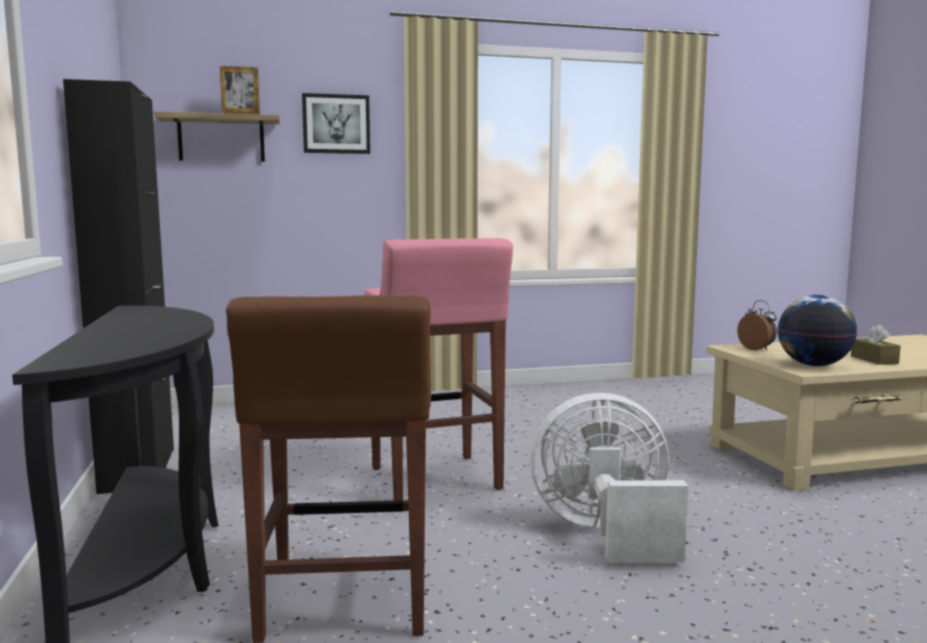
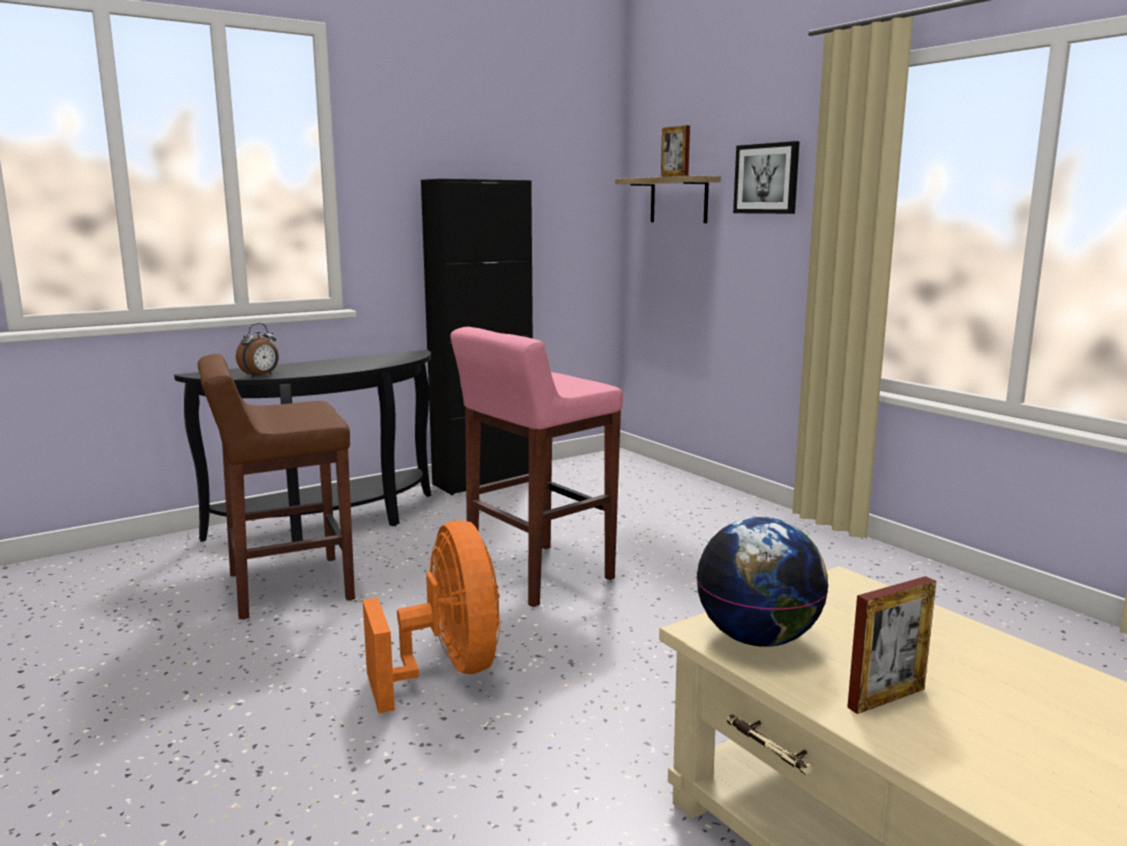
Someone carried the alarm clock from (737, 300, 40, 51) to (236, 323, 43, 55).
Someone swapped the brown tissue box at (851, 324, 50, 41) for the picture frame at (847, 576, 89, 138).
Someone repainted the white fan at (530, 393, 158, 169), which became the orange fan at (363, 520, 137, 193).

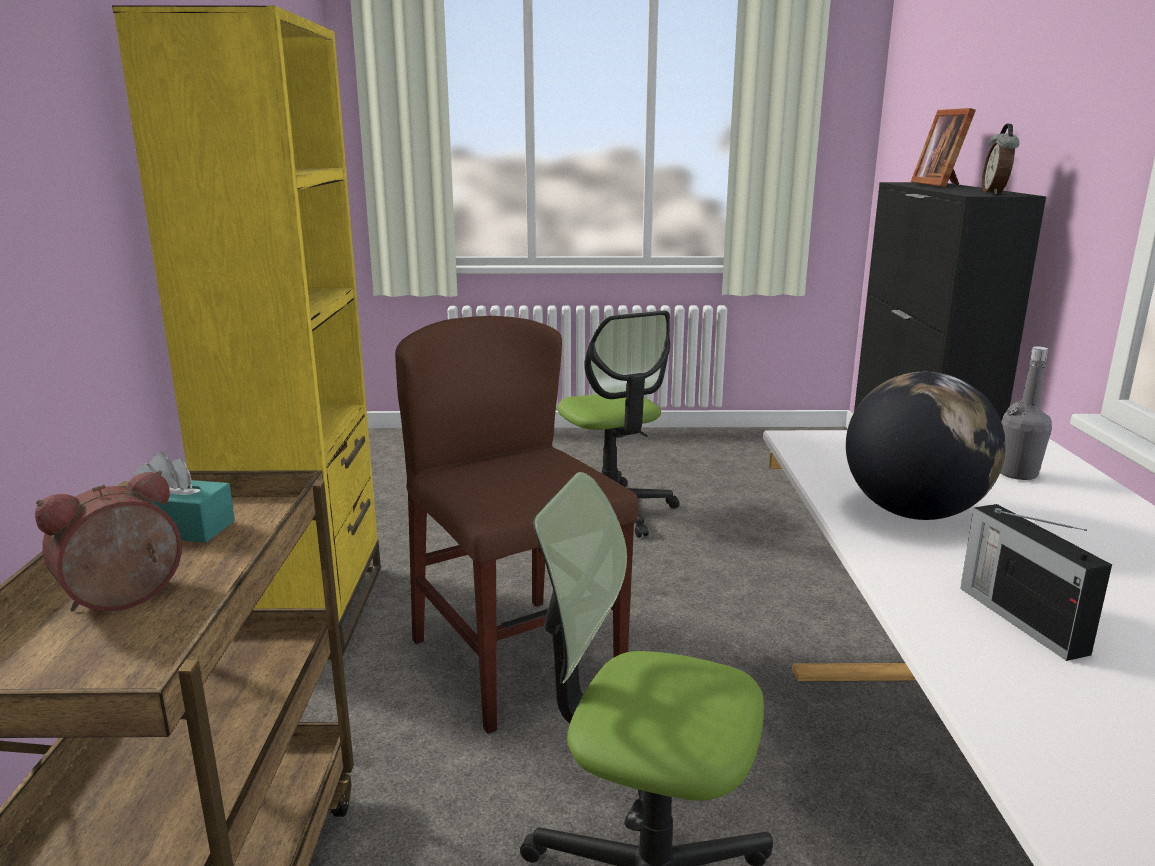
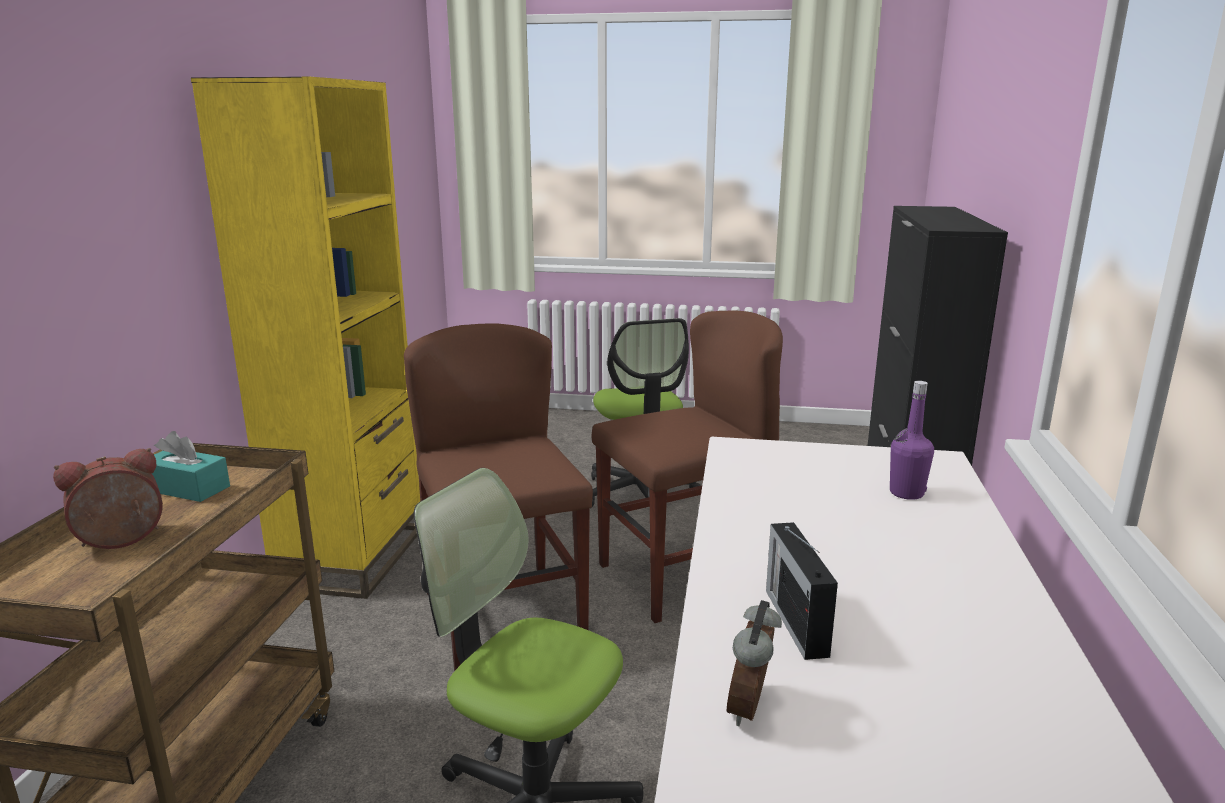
Someone took away the globe at (846, 372, 160, 148).
Someone took away the picture frame at (911, 108, 65, 79).
Someone put down the brown chair at (592, 311, 191, 312).
Someone carried the alarm clock from (982, 123, 37, 72) to (727, 600, 55, 126).
Someone repainted the grey bottle at (1000, 346, 52, 134), which became the purple bottle at (890, 381, 44, 119).

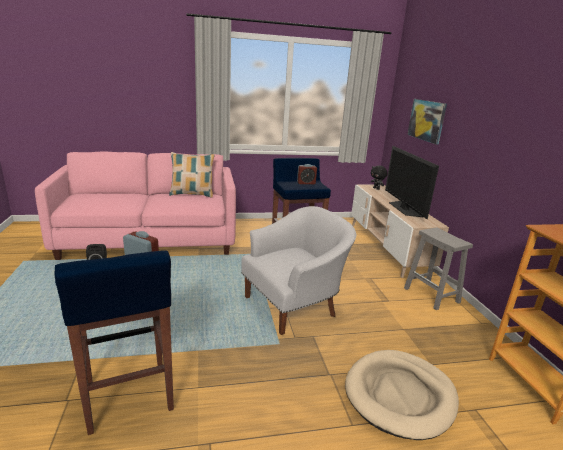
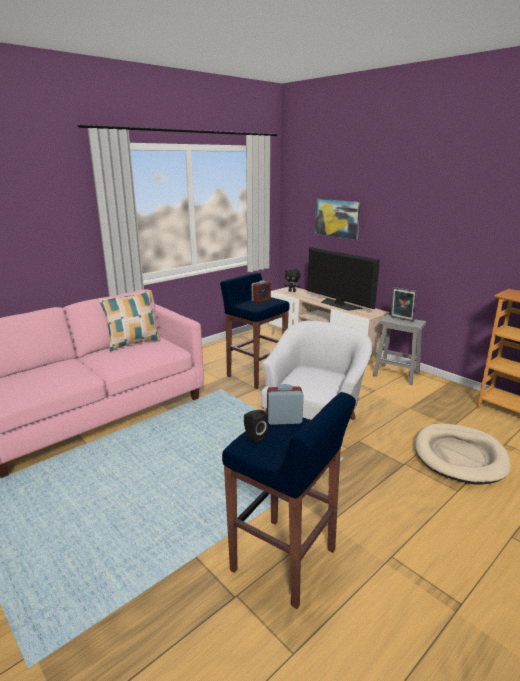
Someone put down the picture frame at (390, 287, 27, 34).

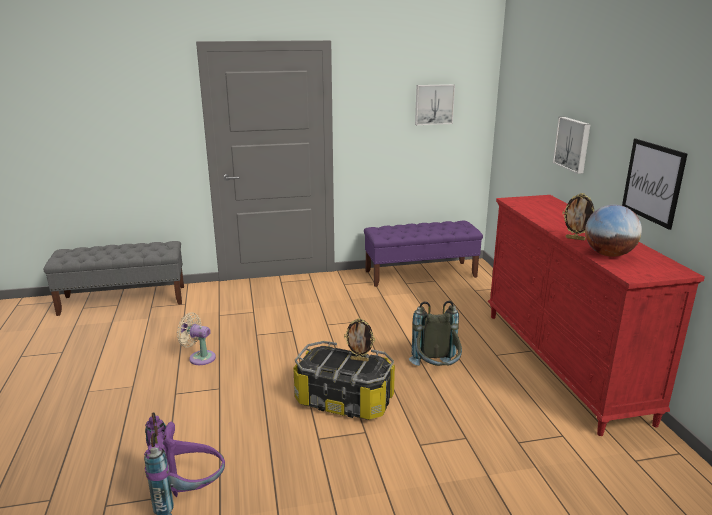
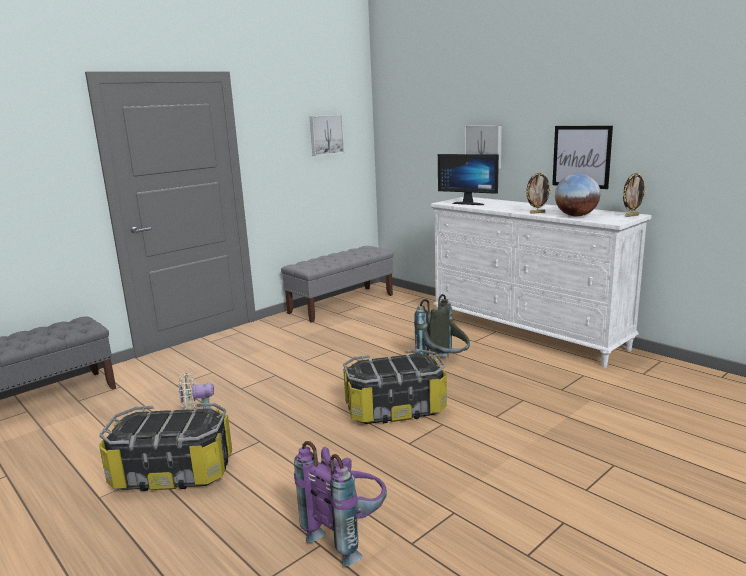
Someone put down the storage box at (99, 403, 133, 88).
Someone put down the monitor at (438, 154, 61, 51).
Someone carried the picture frame from (344, 318, 31, 43) to (623, 172, 23, 45).
Someone repainted the purple bench at (364, 220, 119, 67), which became the grey bench at (281, 246, 113, 77).
Someone repainted the red dresser at (488, 195, 217, 241), which became the white dresser at (431, 197, 221, 171).

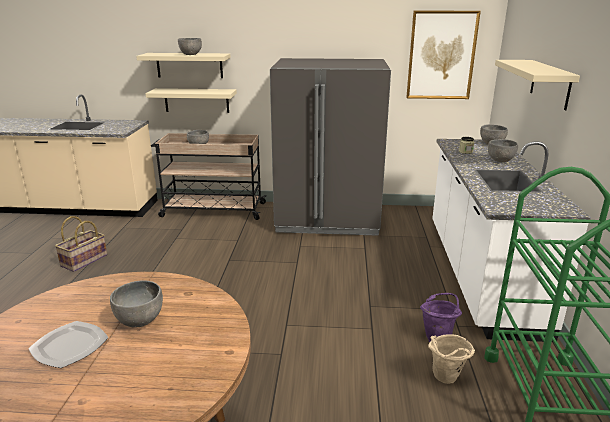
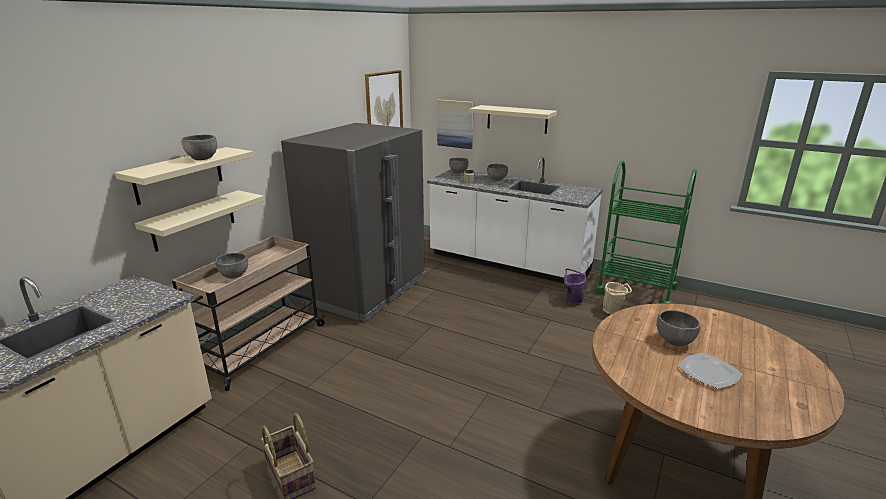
Someone put up the picture at (437, 100, 37, 49).

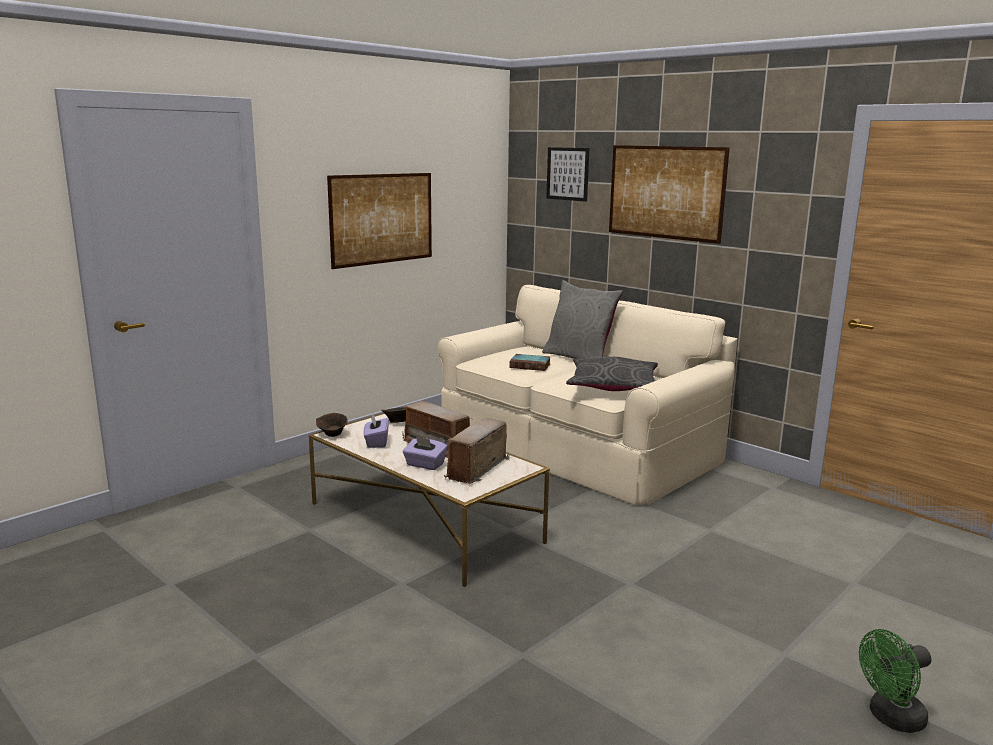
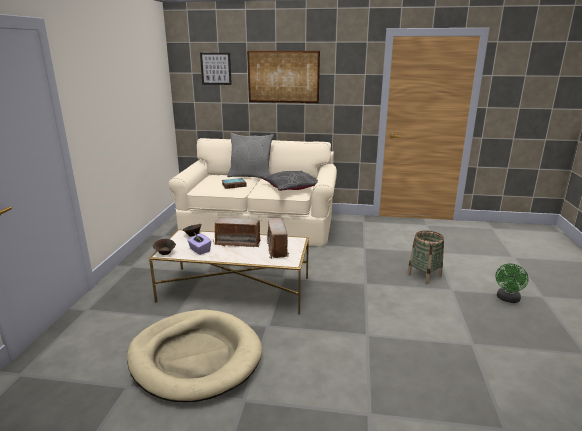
Someone took away the picture at (327, 173, 105, 96).
Someone took away the purple tissue box at (403, 436, 45, 34).
Someone put down the beige dog bed at (127, 309, 135, 93).
Someone put down the basket at (407, 231, 37, 53).

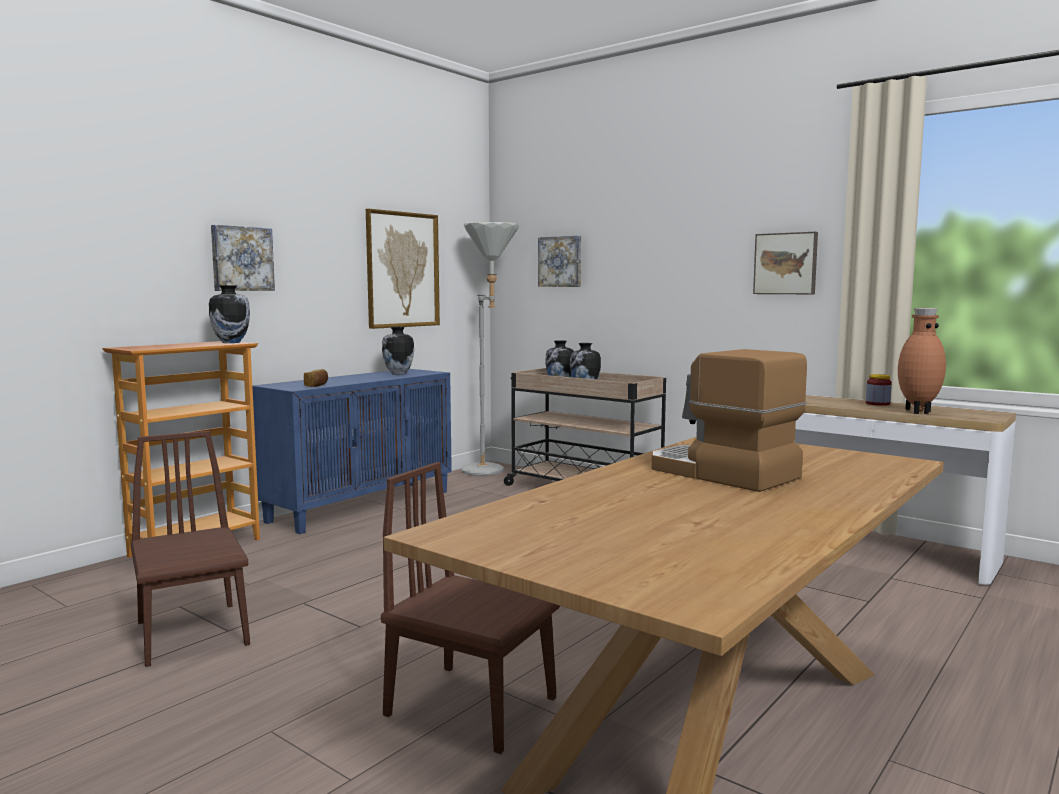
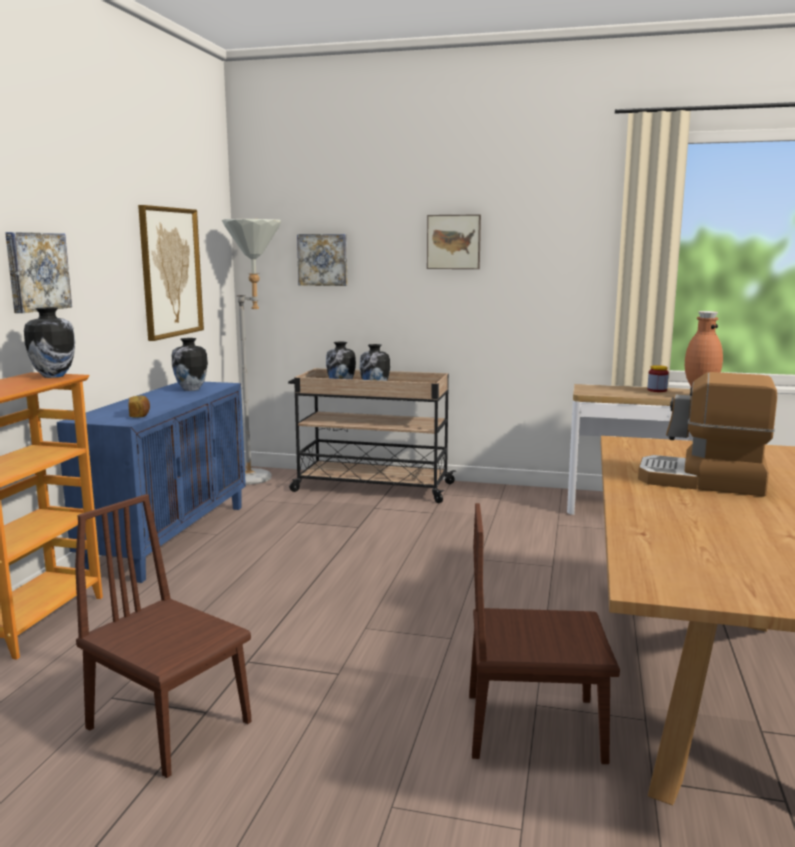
Someone carried the picture from (753, 232, 65, 62) to (427, 214, 54, 55).

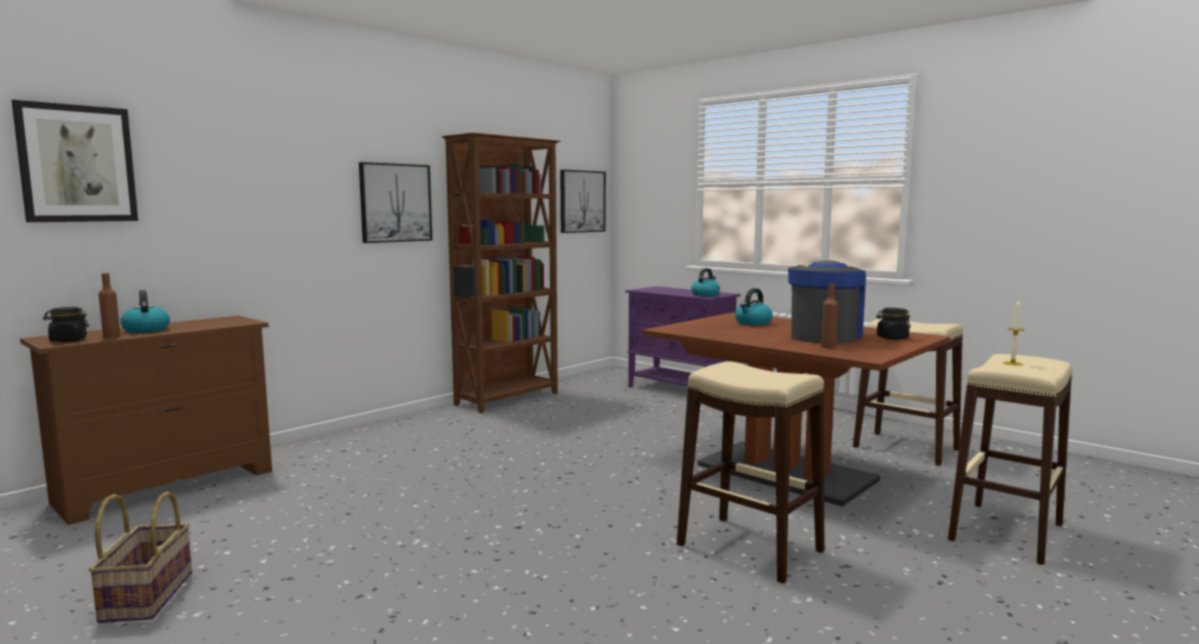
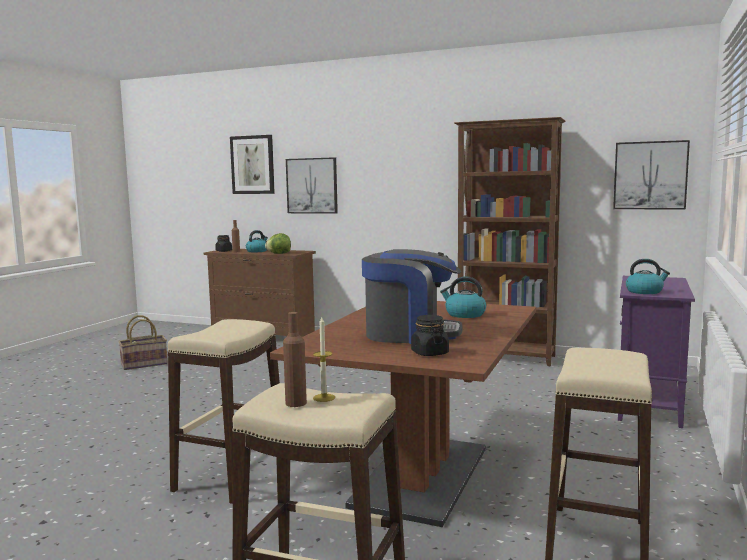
Someone put down the lettuce at (265, 233, 26, 21).
Someone carried the picture from (359, 162, 73, 81) to (286, 157, 52, 57).
Someone carried the brown bottle from (821, 284, 17, 65) to (283, 312, 24, 95).

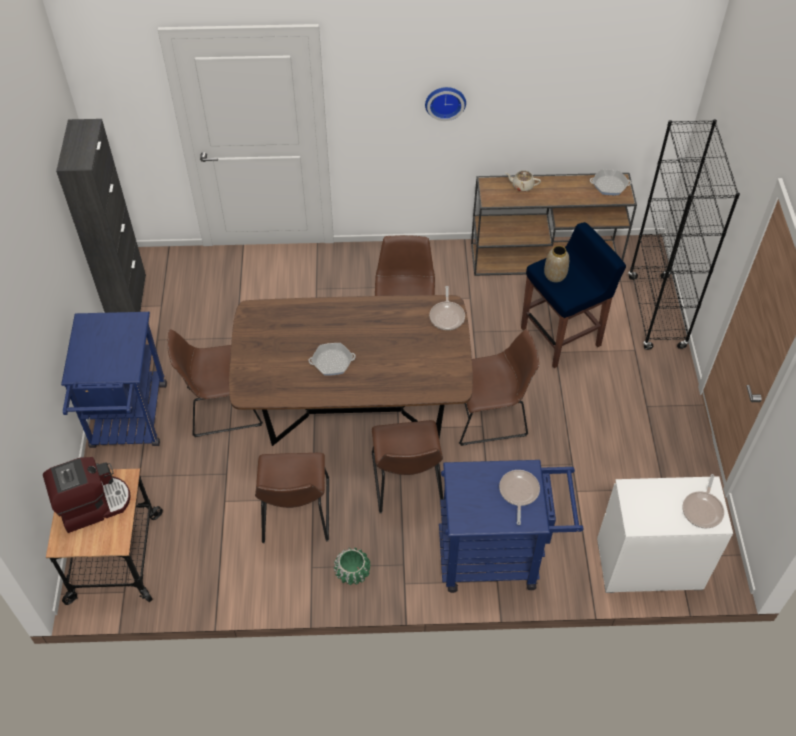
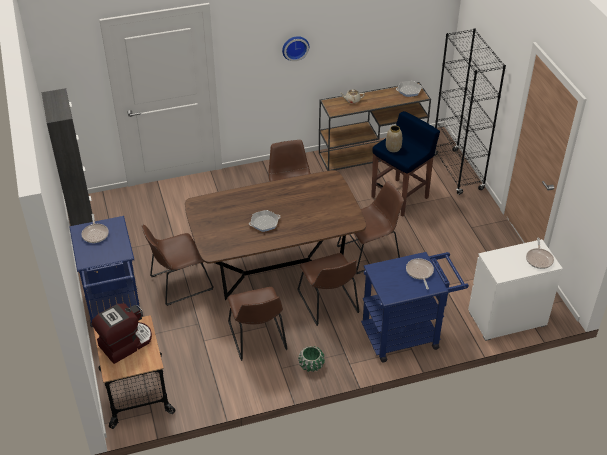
Someone carried the frying pan from (429, 286, 36, 44) to (82, 214, 27, 29).

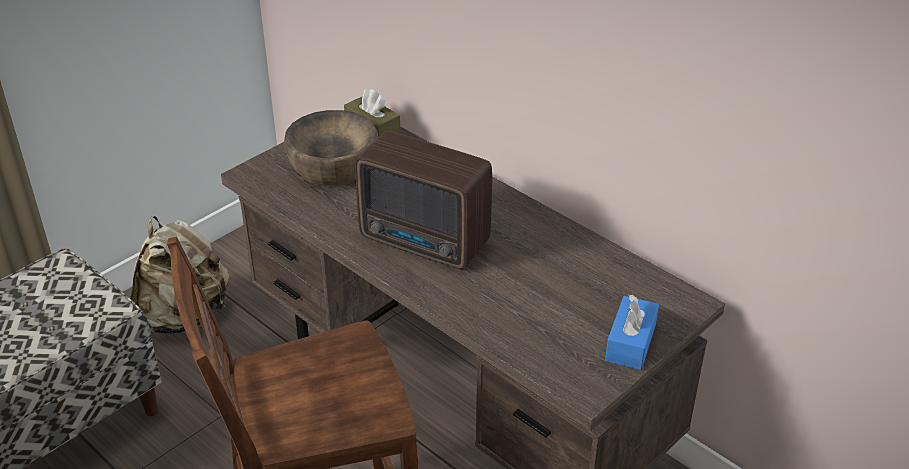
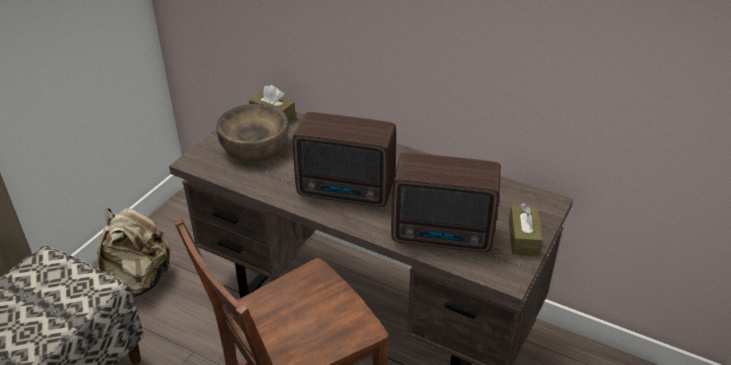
Someone put down the radio at (391, 153, 110, 99).
Someone repainted the blue tissue box at (605, 295, 54, 75), which became the brown tissue box at (509, 203, 34, 53).

